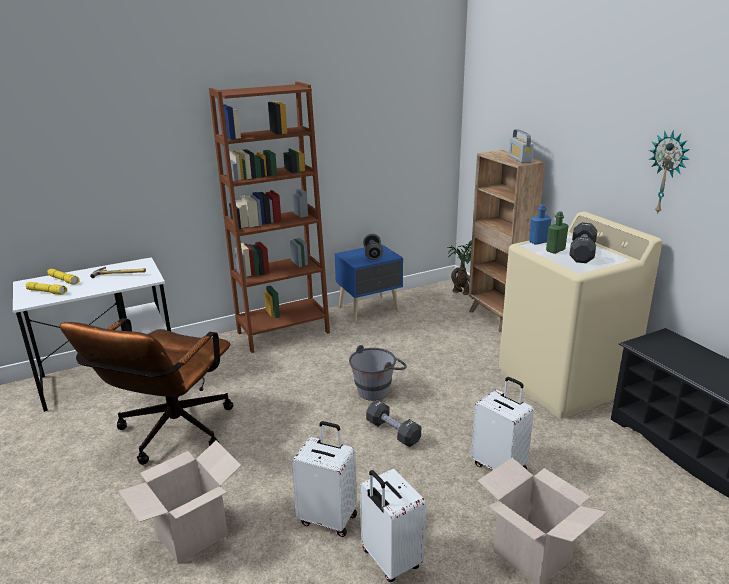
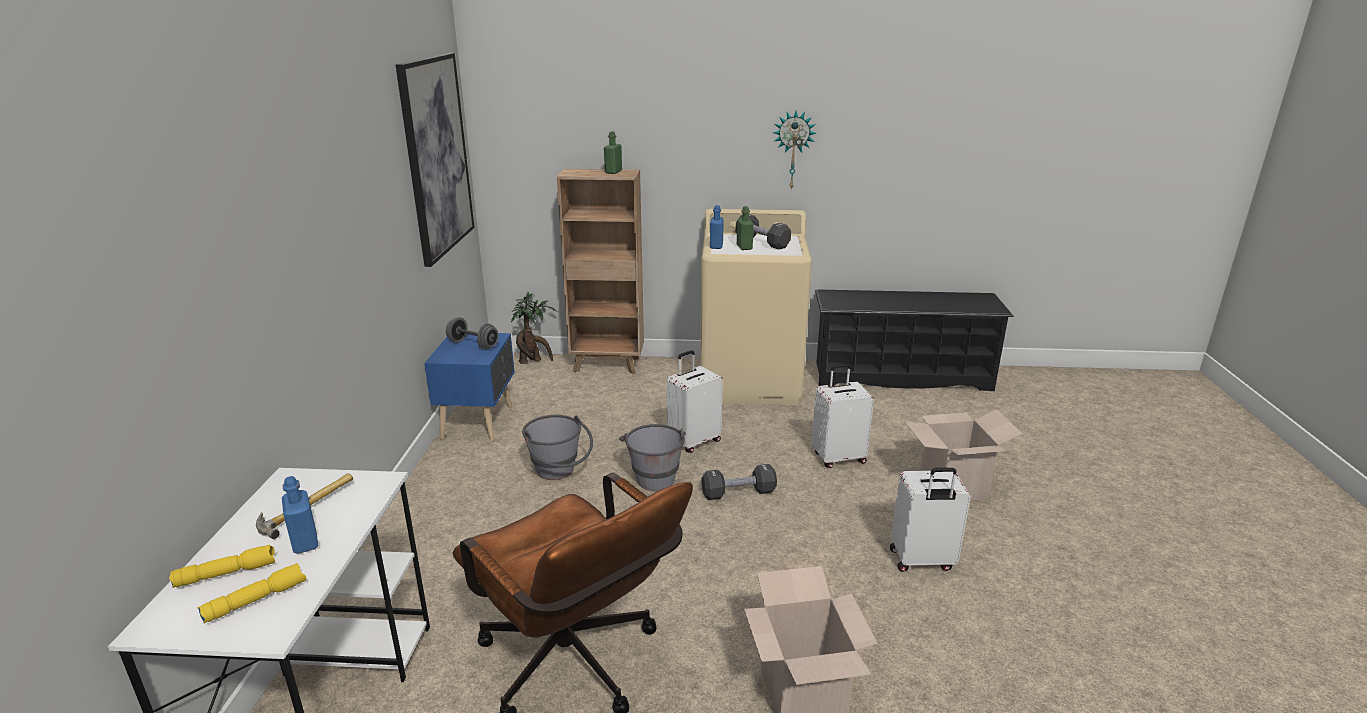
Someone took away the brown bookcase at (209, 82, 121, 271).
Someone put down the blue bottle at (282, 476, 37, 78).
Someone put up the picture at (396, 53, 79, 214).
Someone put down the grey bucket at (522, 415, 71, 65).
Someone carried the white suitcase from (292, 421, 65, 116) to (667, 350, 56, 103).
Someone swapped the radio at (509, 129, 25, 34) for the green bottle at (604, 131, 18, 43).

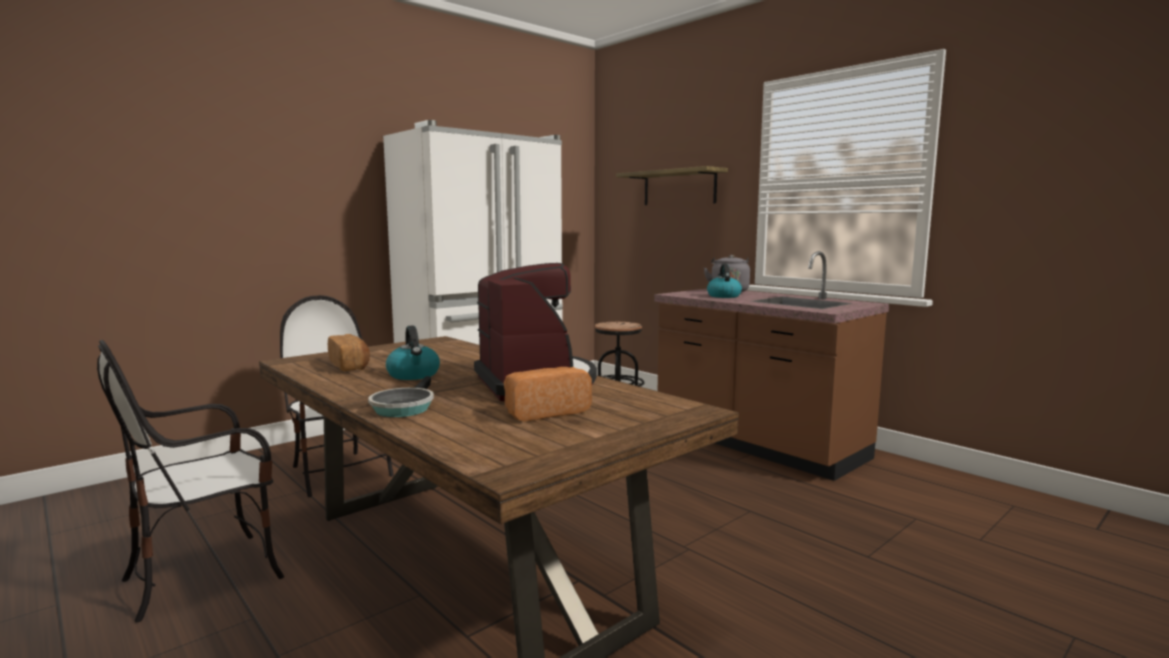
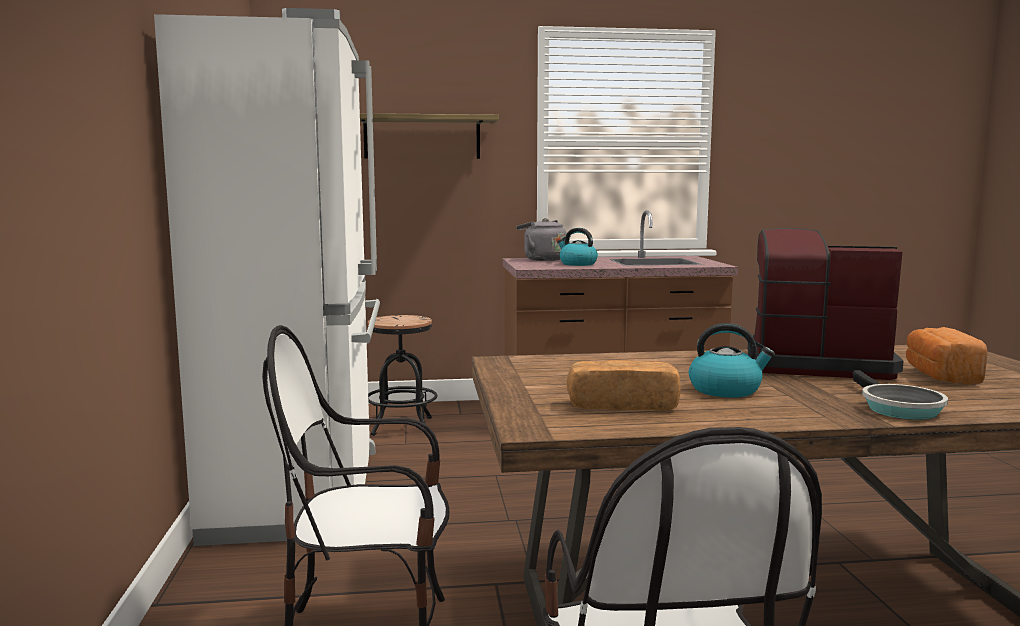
Someone rotated the frying pan at (368, 376, 66, 41) by 45 degrees clockwise.

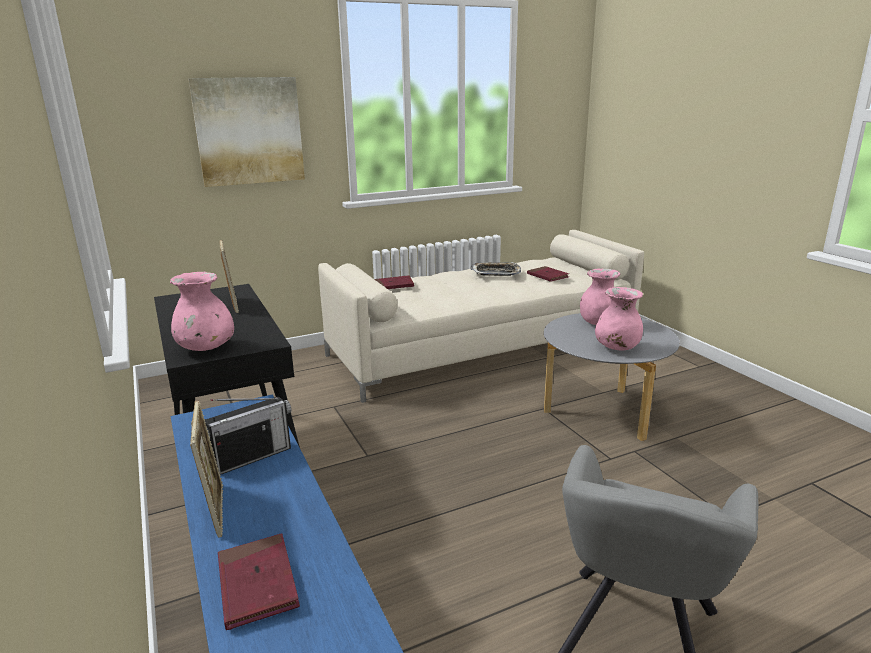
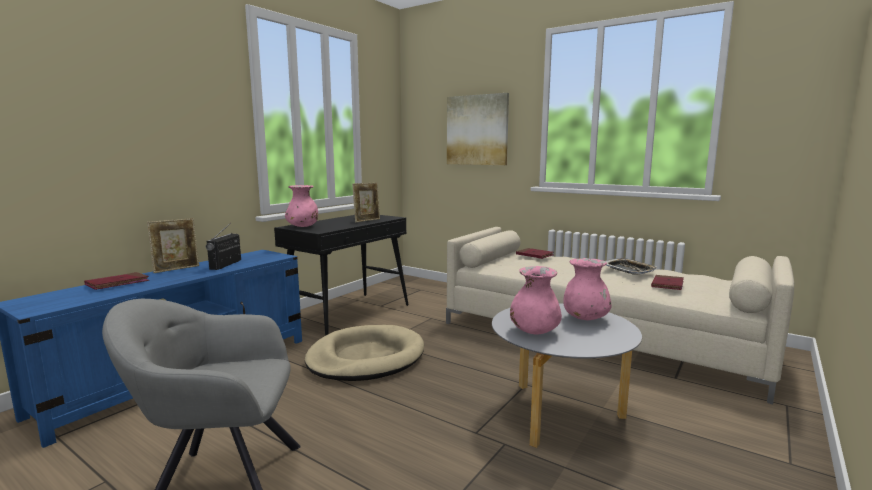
Someone put down the beige dog bed at (305, 325, 119, 56).
Someone rotated the radio at (205, 397, 86, 78) by 75 degrees clockwise.

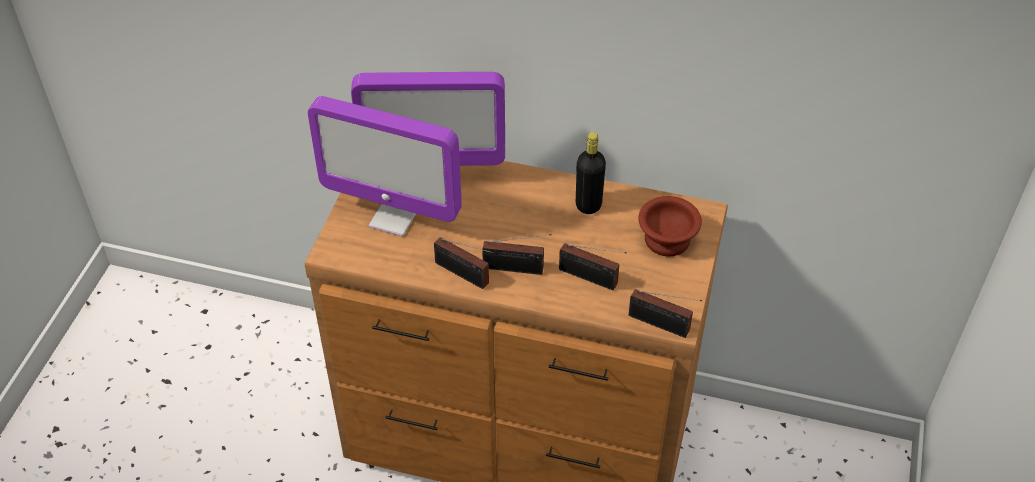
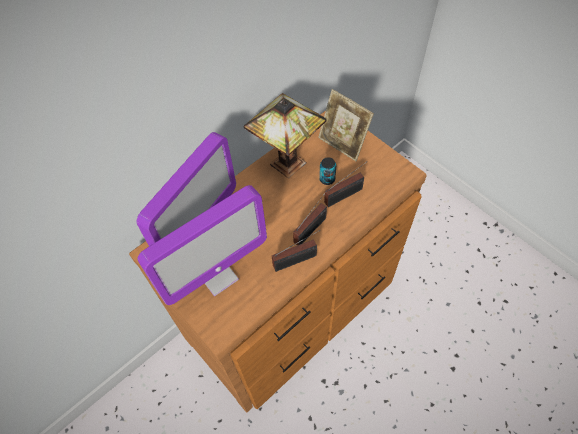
Someone took away the radio at (629, 289, 73, 49).
Someone put down the can at (319, 157, 17, 28).
Someone swapped the black bottle at (576, 132, 30, 82) for the table lamp at (244, 93, 83, 85).
Someone swapped the brown bowl at (638, 196, 64, 60) for the picture frame at (318, 89, 56, 72).

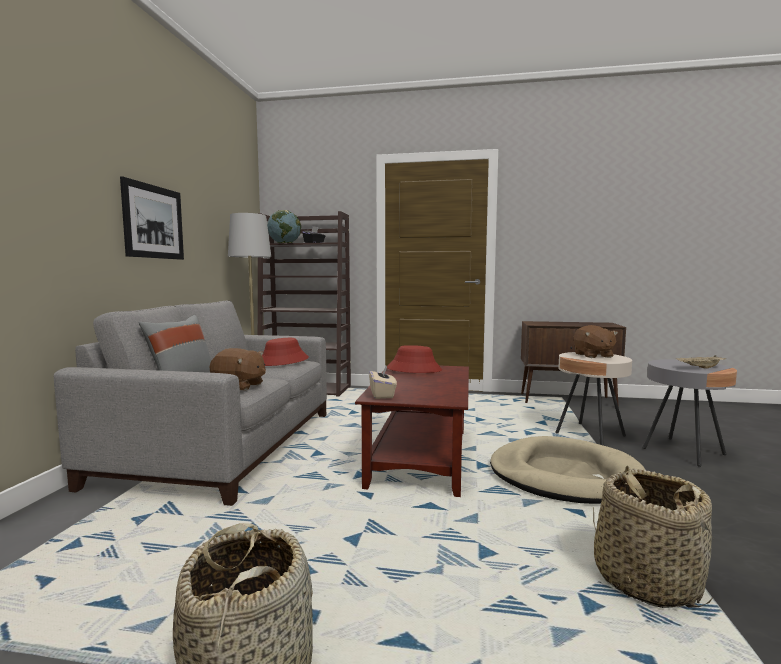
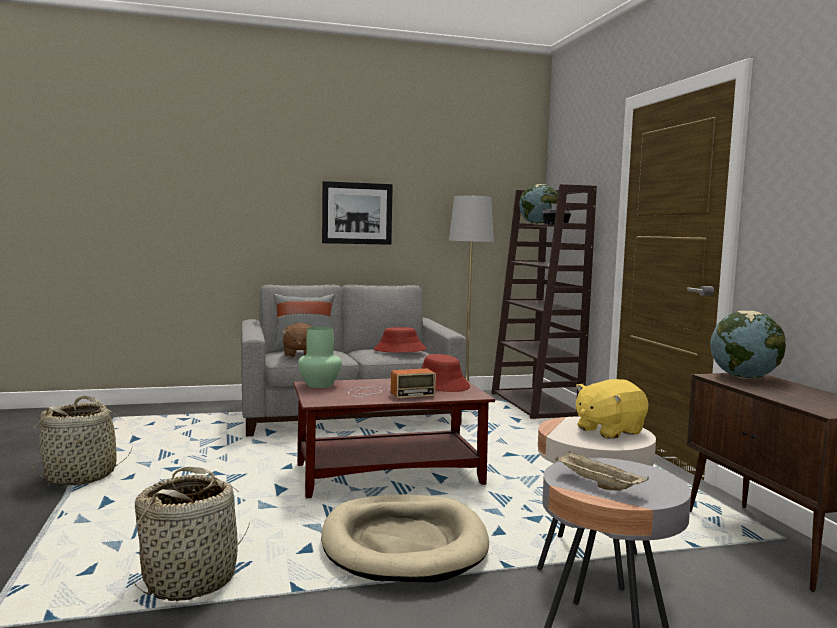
Someone put down the radio at (348, 369, 88, 29).
Someone put down the globe at (710, 311, 76, 68).
Someone swapped the beige tissue box at (369, 366, 28, 33) for the green vase at (298, 327, 44, 61).
Someone repainted the brown plush toy at (573, 325, 45, 33), which became the yellow plush toy at (576, 379, 73, 60).

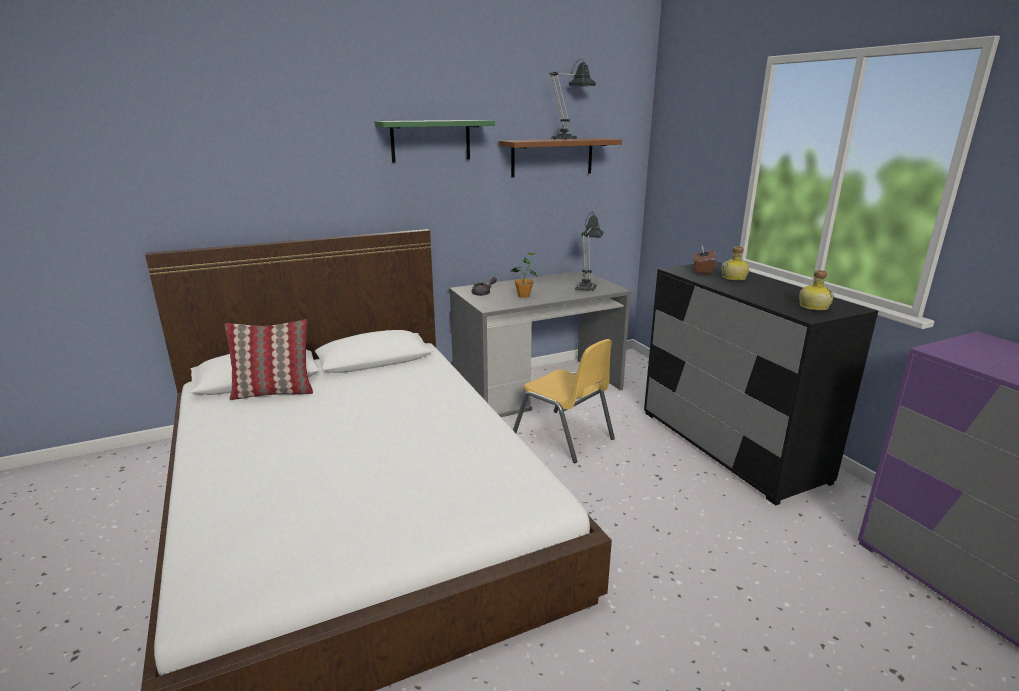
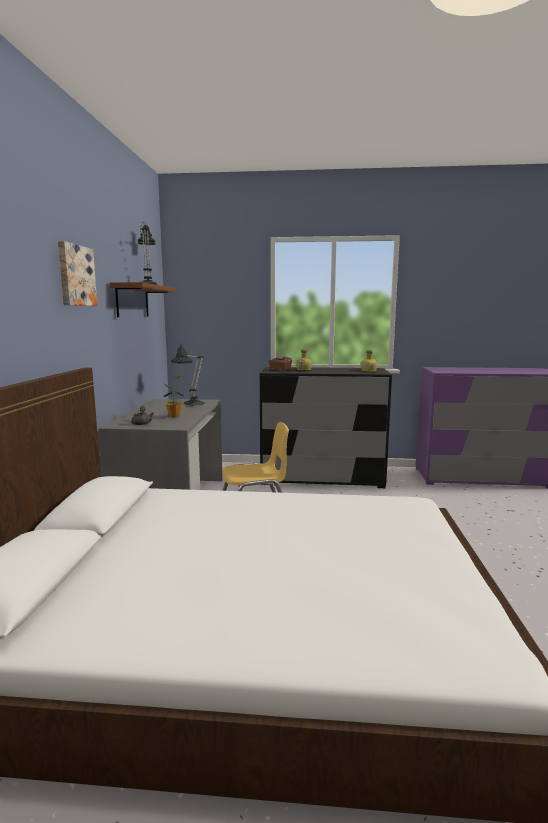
Someone took away the pillow at (225, 319, 88, 81).
Someone swapped the green shelf at (375, 120, 120, 42) for the picture at (58, 241, 40, 65).

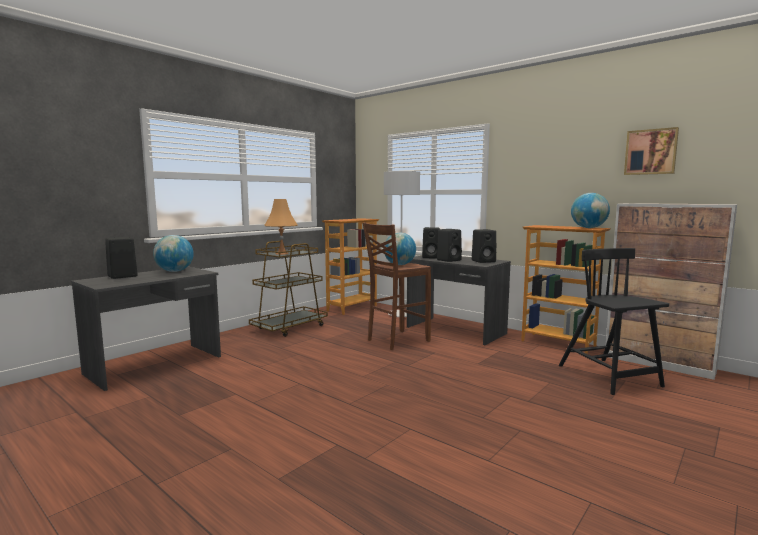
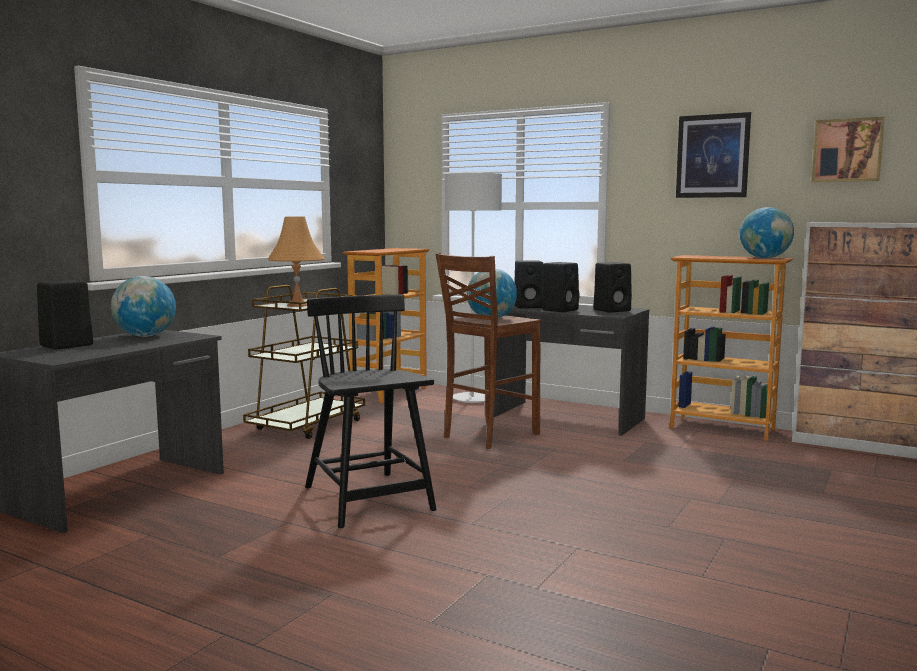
Someone put up the picture at (676, 112, 75, 86).
Someone carried the black chair from (559, 248, 110, 147) to (305, 294, 131, 234).

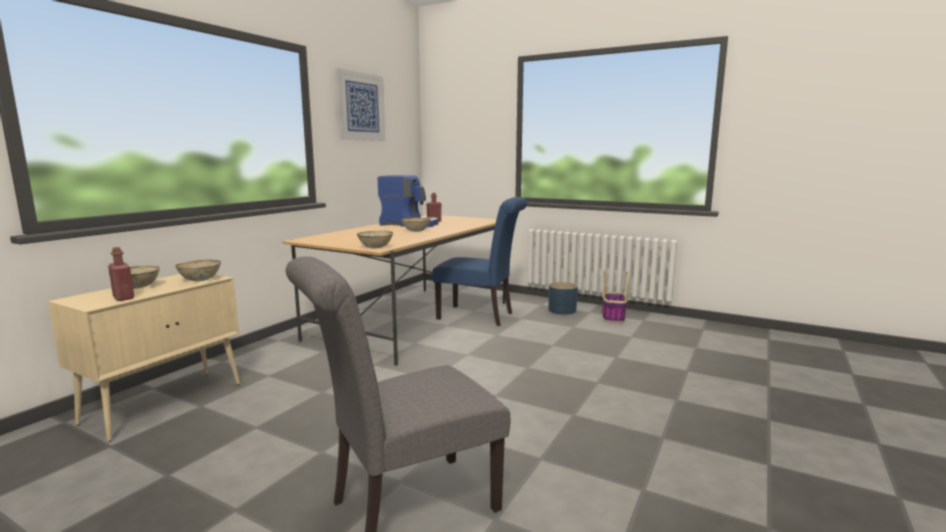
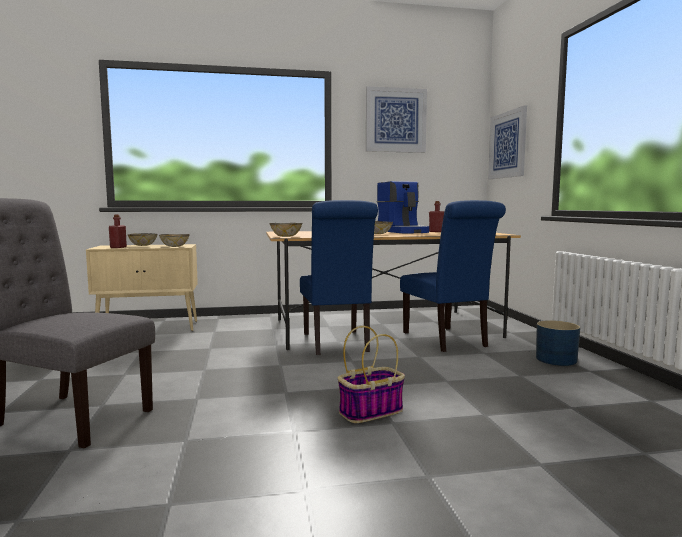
Someone put down the blue chair at (300, 200, 78, 155).
Someone put up the picture at (488, 105, 39, 74).
Someone carried the basket from (602, 270, 27, 53) to (338, 326, 67, 97).

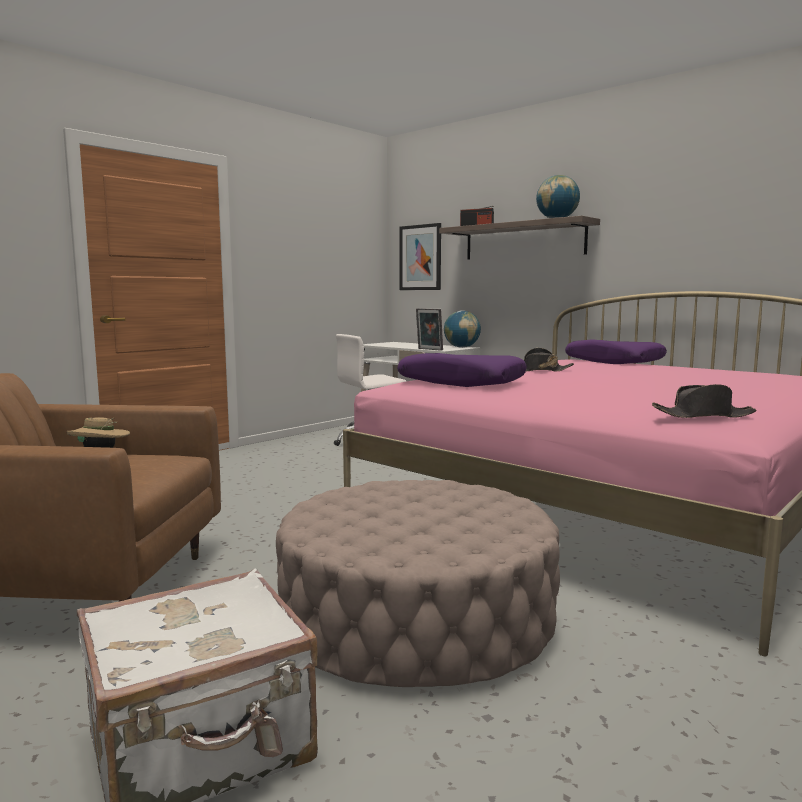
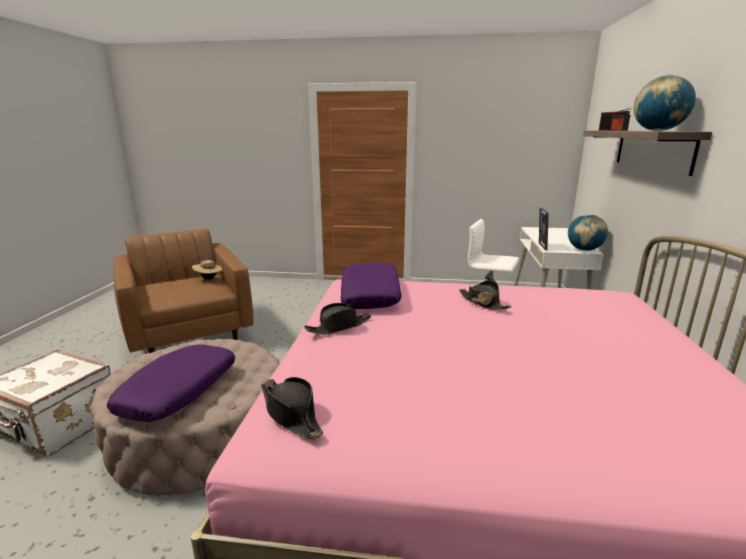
Someone took away the picture at (400, 223, 41, 67).
Someone put down the black hat at (304, 303, 67, 32).
Someone carried the purple pillow from (565, 339, 102, 25) to (107, 344, 128, 78).

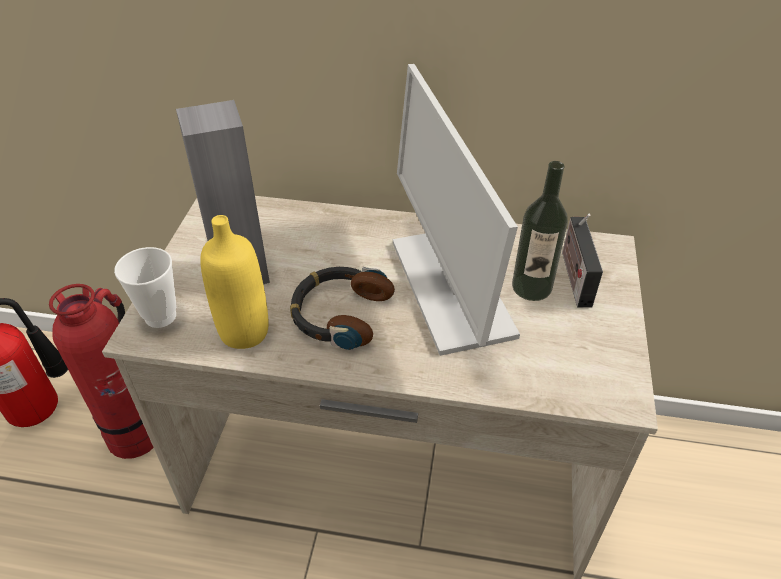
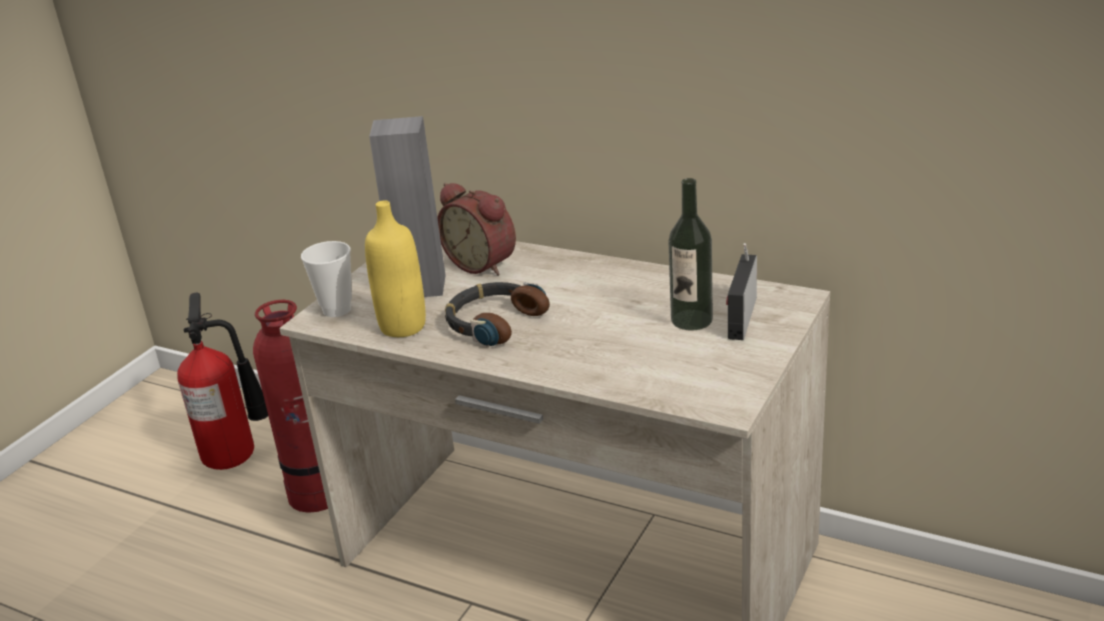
Someone took away the monitor at (393, 64, 127, 292).
Someone put down the alarm clock at (437, 183, 79, 93).

